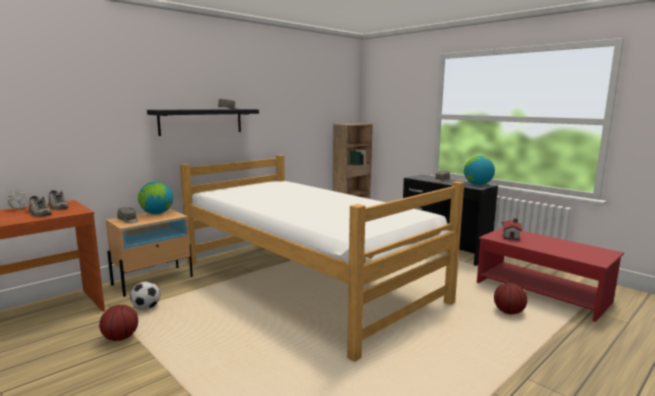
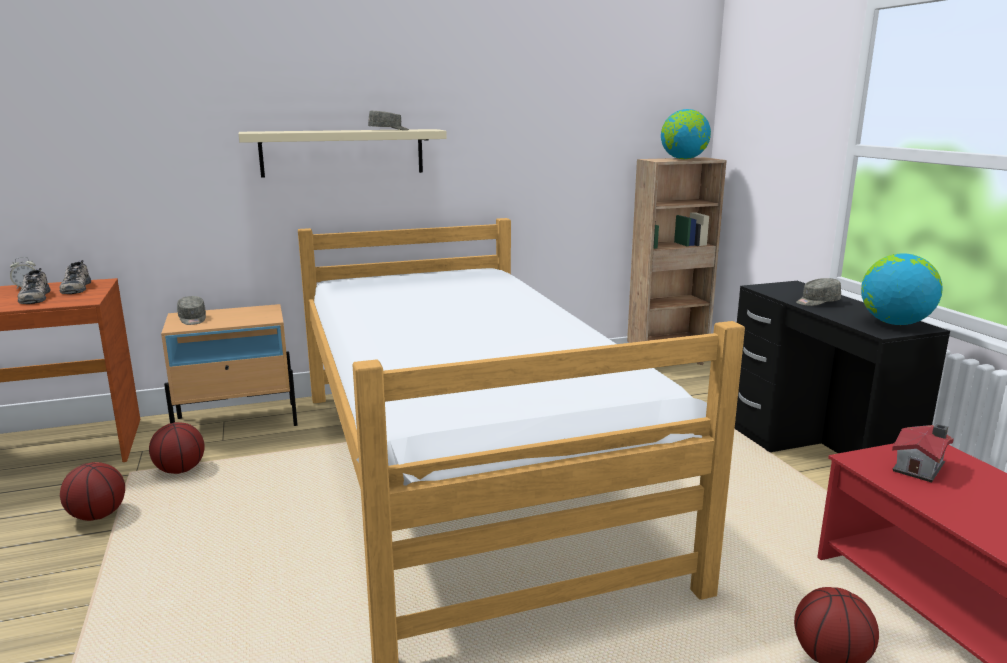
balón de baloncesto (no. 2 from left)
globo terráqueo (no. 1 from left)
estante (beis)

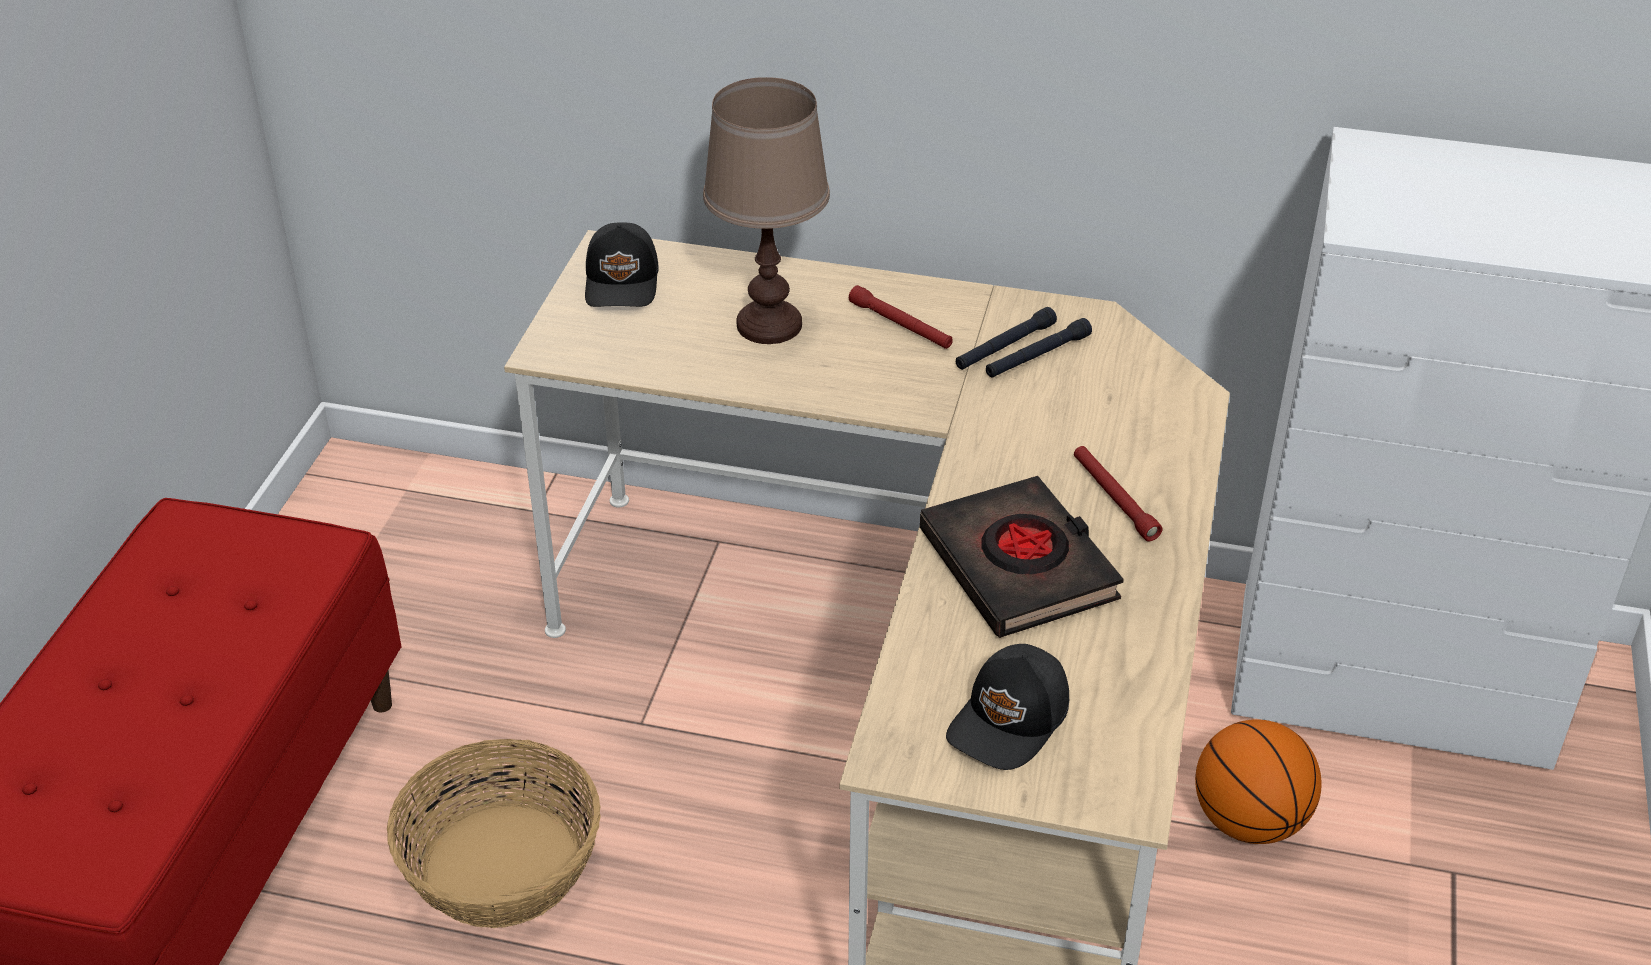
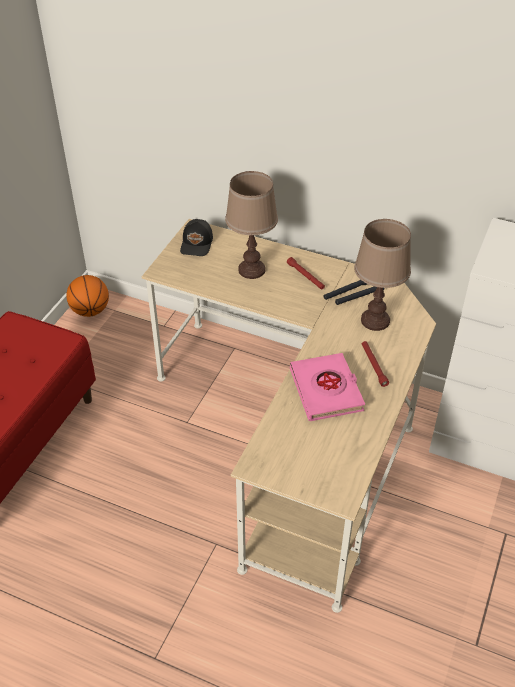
cesta
libro (rosa)
gorra (negro) (no. 2 from left in the first image)
balón de baloncesto
lámpara de mesa (marrón) (no. 2 from left)

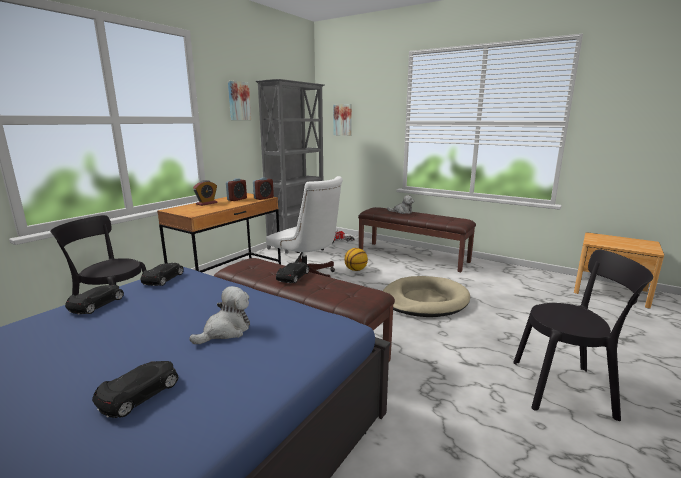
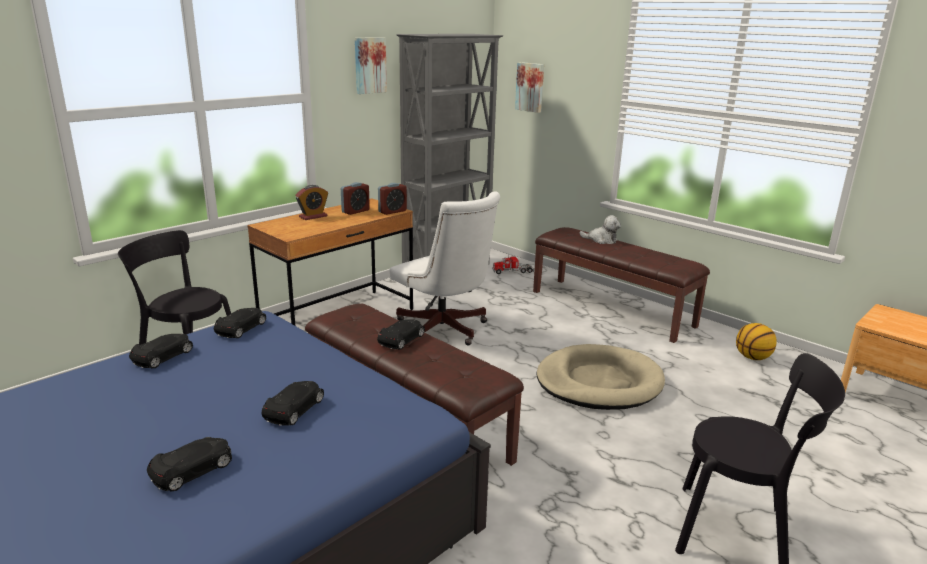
coche de juguete (negro) (no. 4 from left)
balón de baloncesto

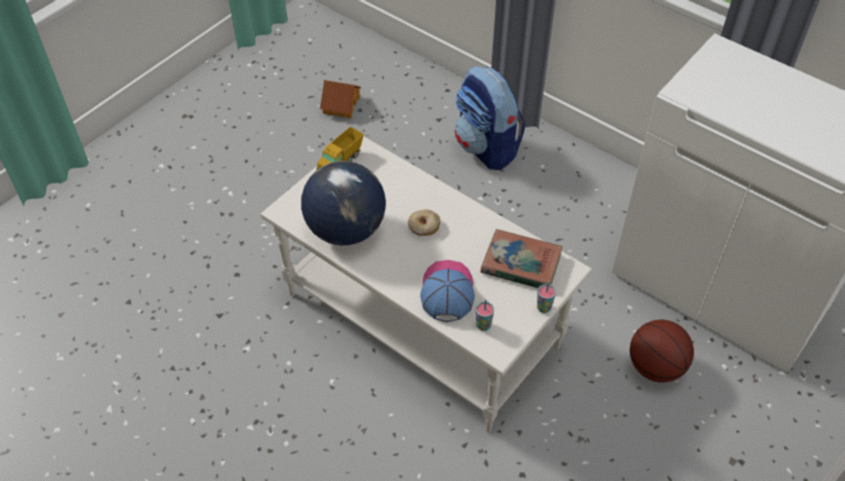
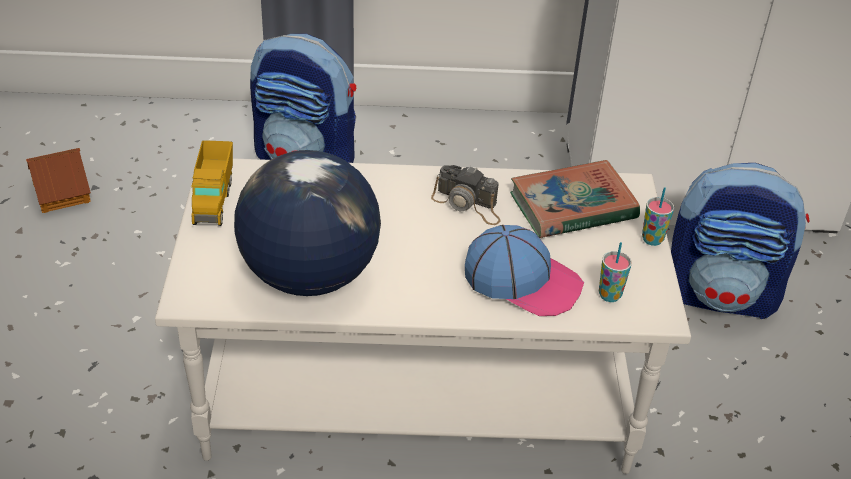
rosquilla
gorra
mochila (no. 2 from left)
cámara

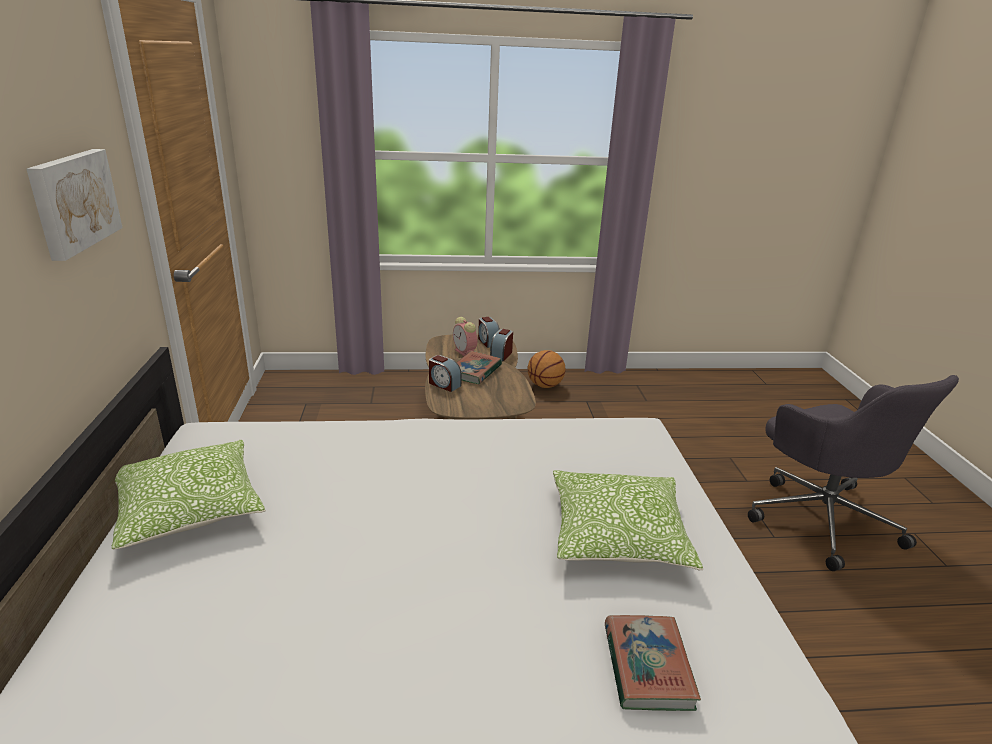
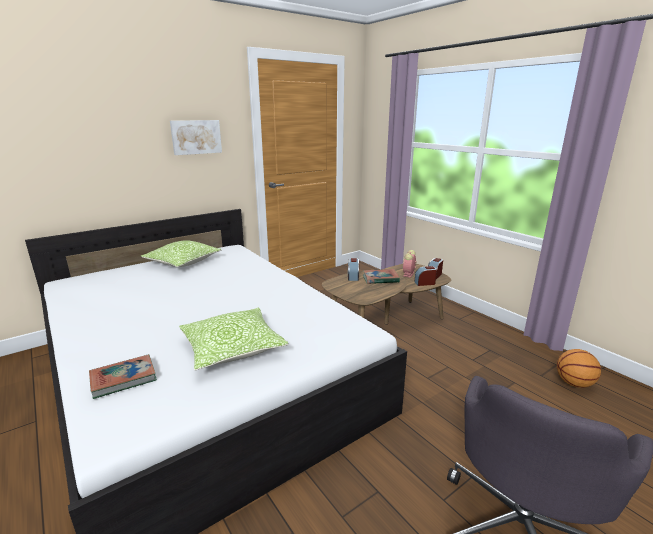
balón de baloncesto

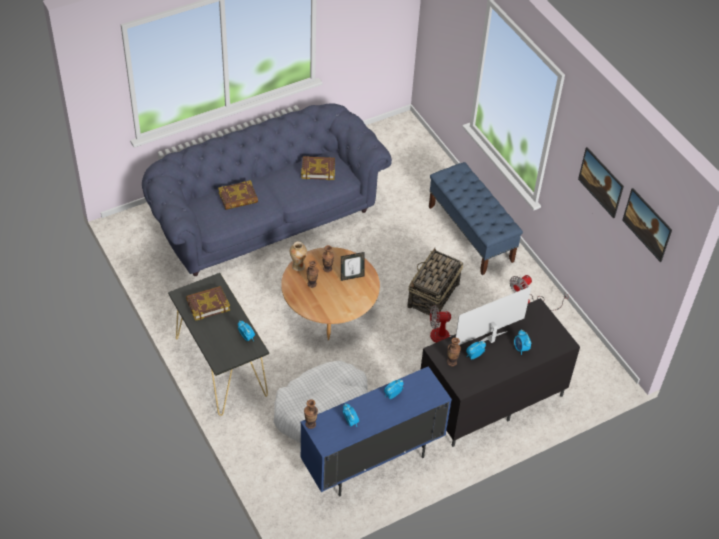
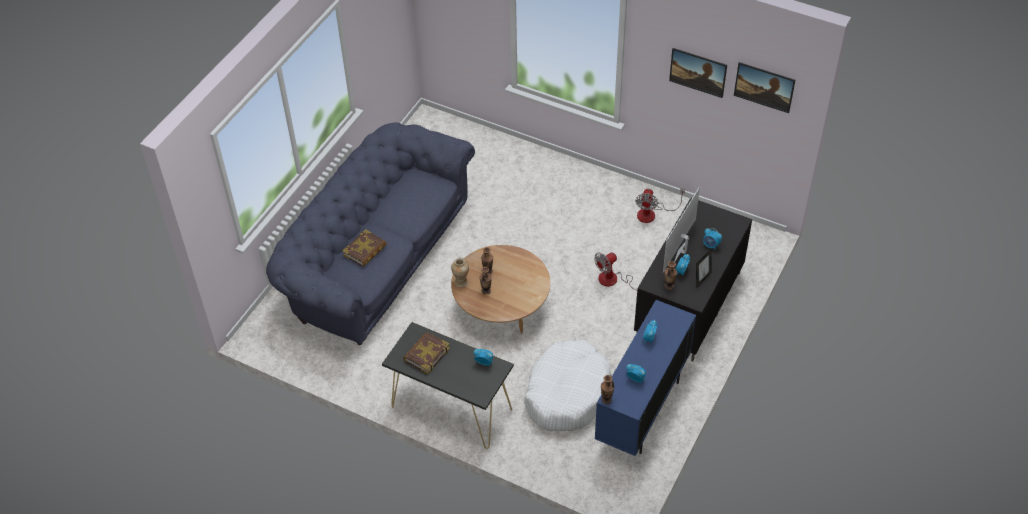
libro (no. 3 from left in the first image)
portarretratos
cesta
banco (azul)

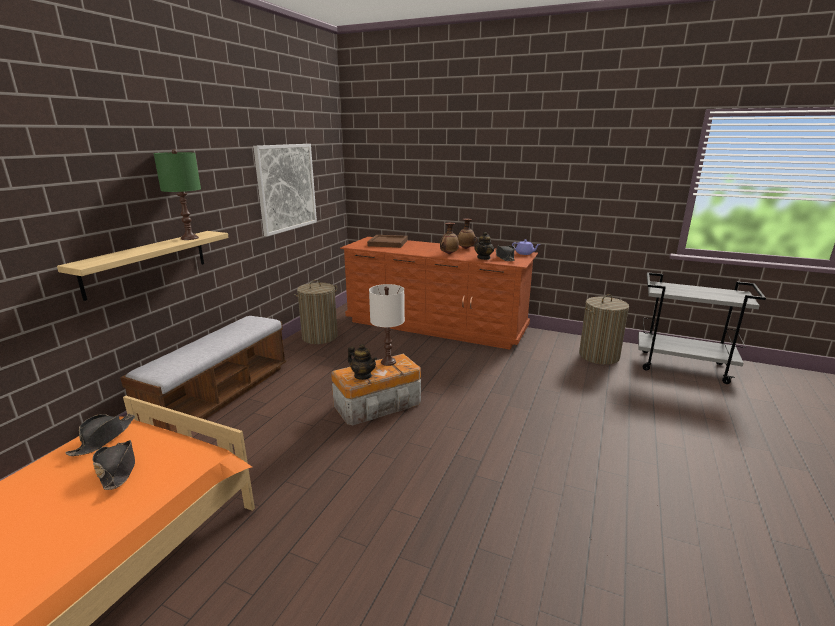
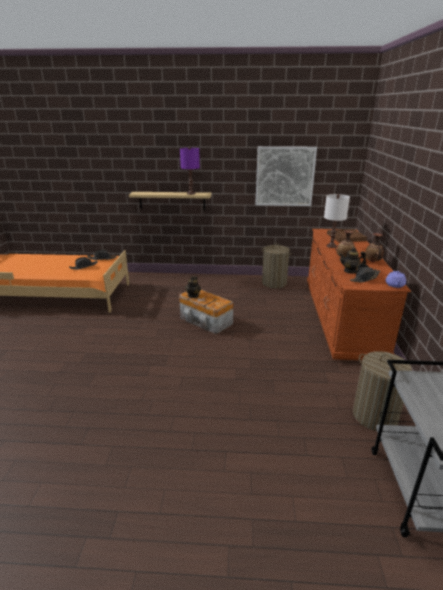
banco
lámpara de mesa (morado)
lámpara de mesa (blanco)

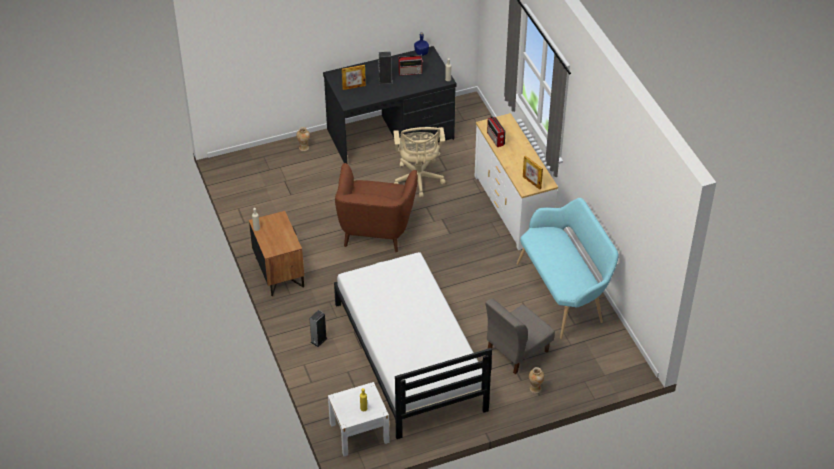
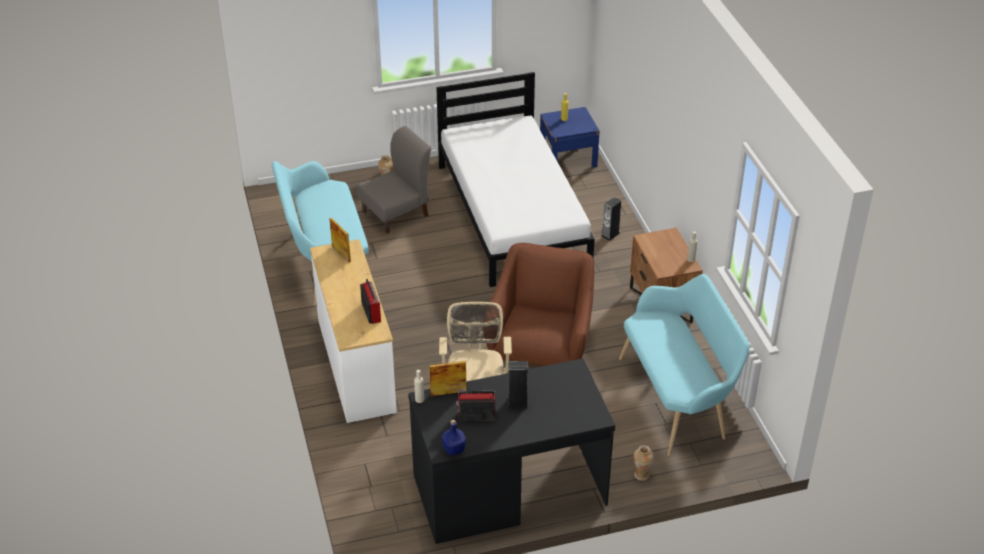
mesita de noche (azul)
portarretratos (no. 2 from left)
banco (turquesa) (no. 2 from left)

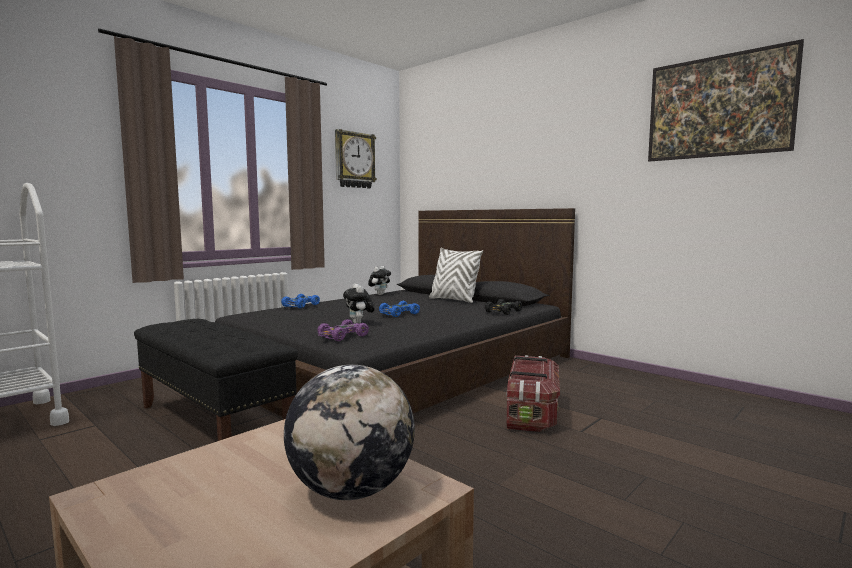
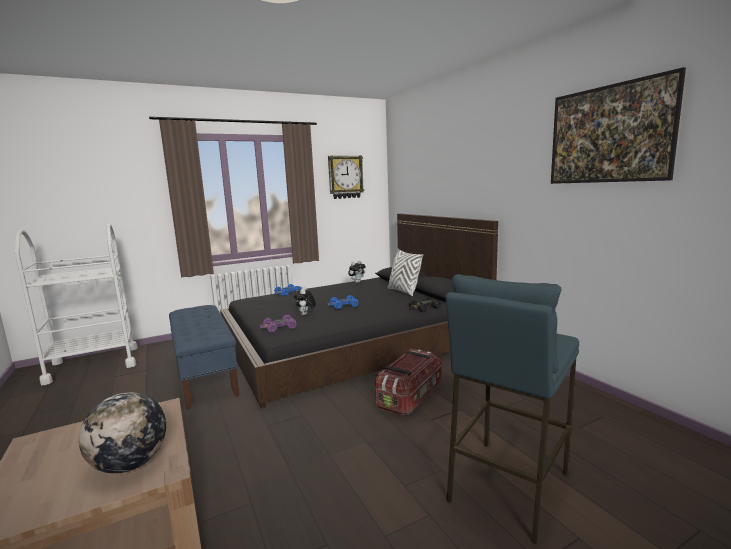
banco (azul)
taburete (azul)

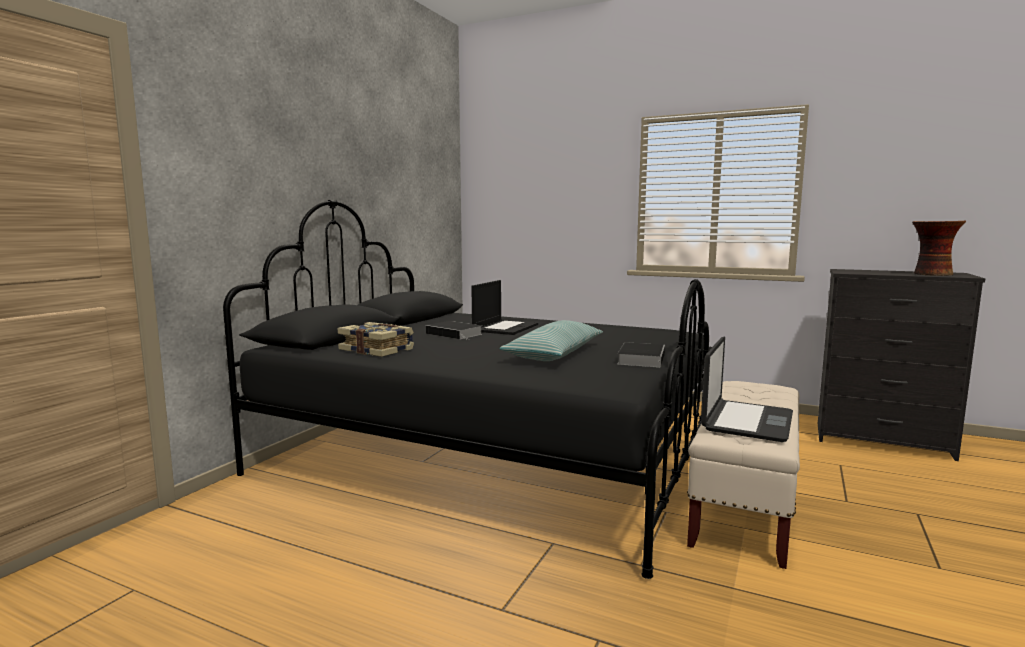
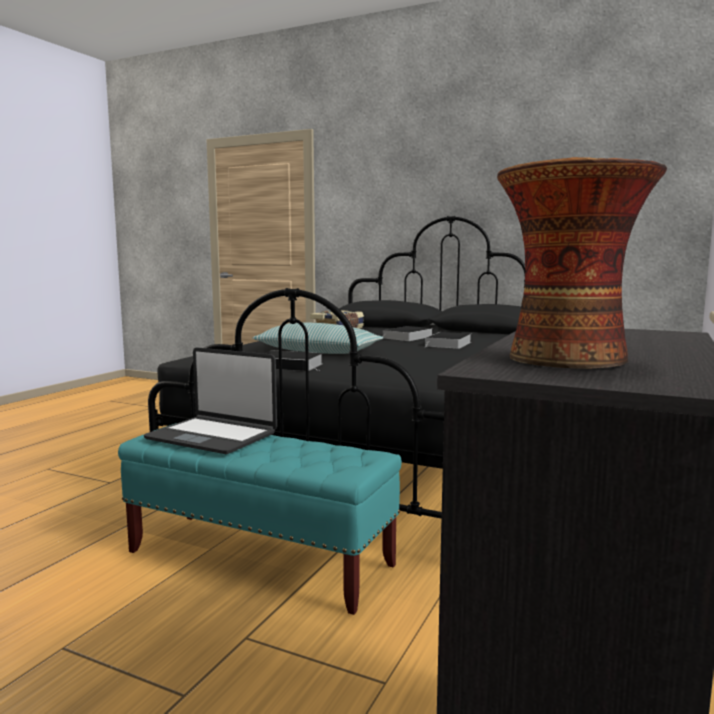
libro (no. 4 from left)
banco (turquesa)

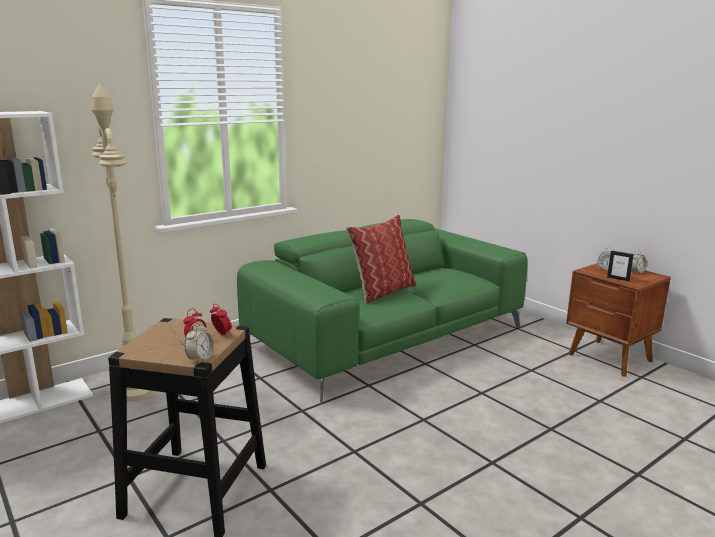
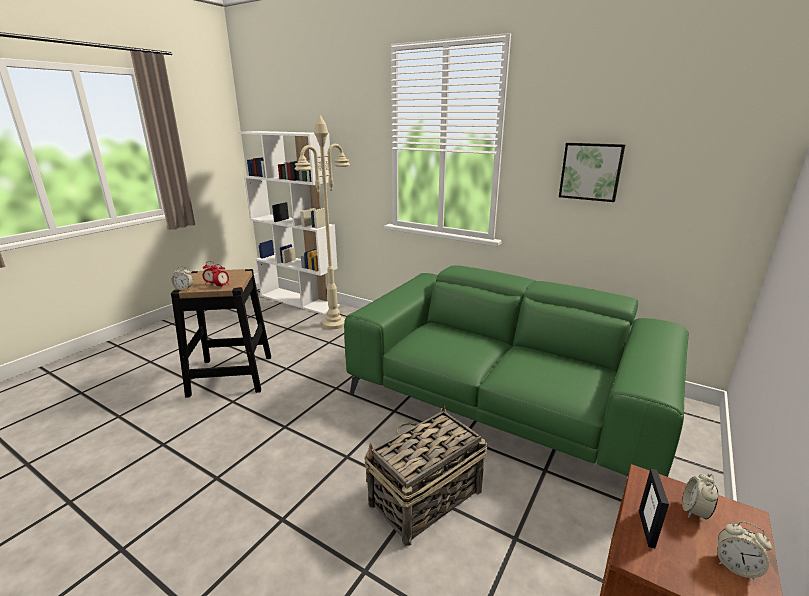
cojín
cesta
cuadro

